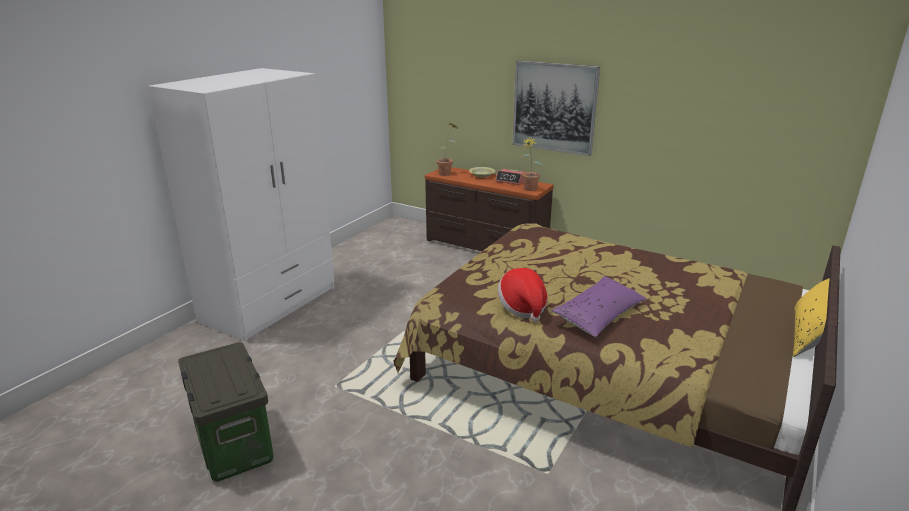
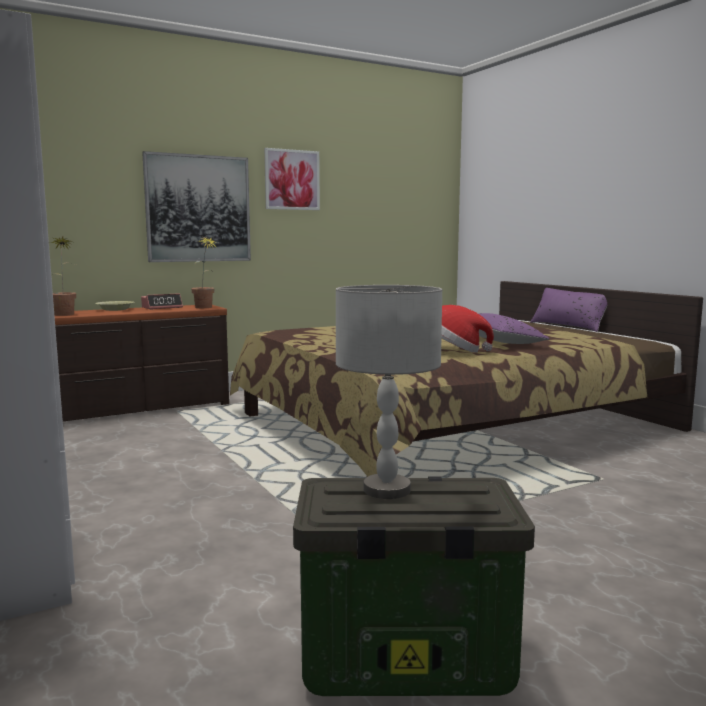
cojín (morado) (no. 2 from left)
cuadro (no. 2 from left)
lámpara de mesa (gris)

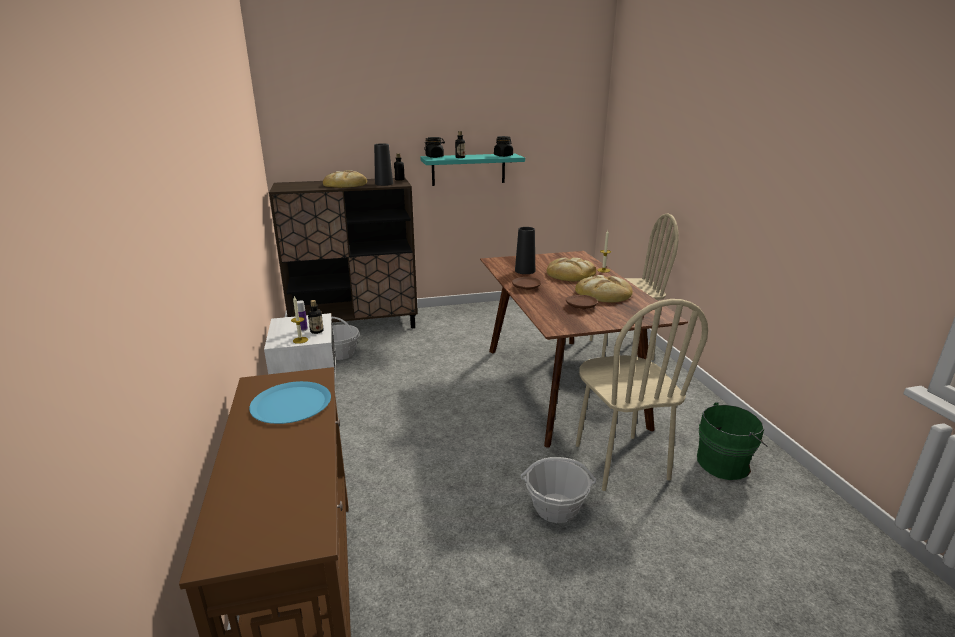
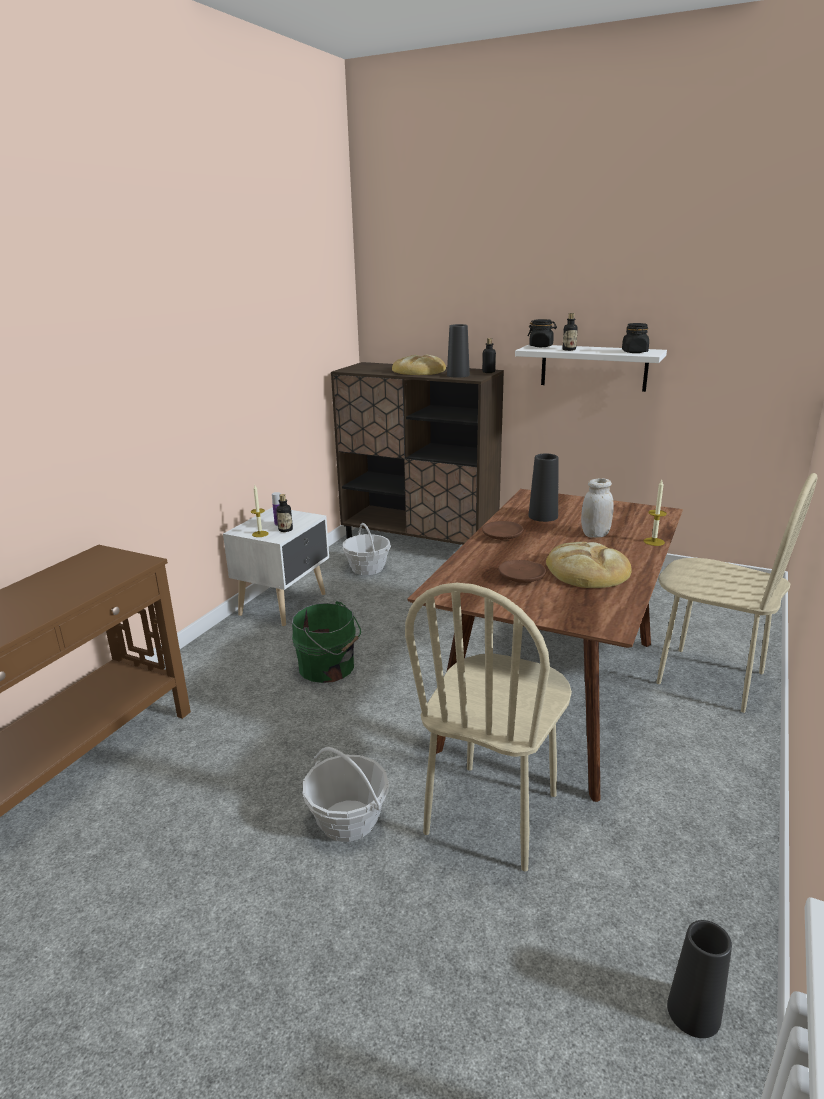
plato (azul)
estante (blanco)
tarro (blanco)
cubo (verde)
florero (negro) (no. 3 from left)

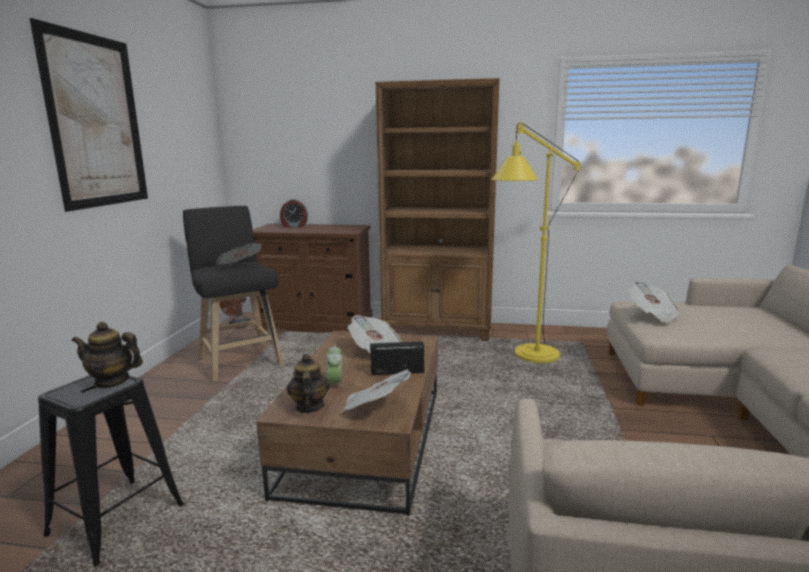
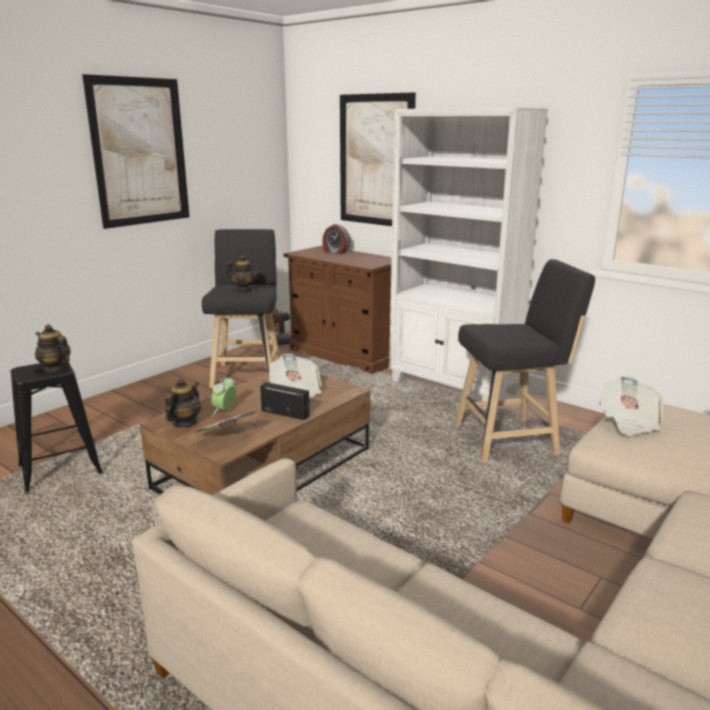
tetera (no. 3 from left)
estantería (blanco)
taburete (negro) (no. 3 from left)
cuadro (no. 2 from left)

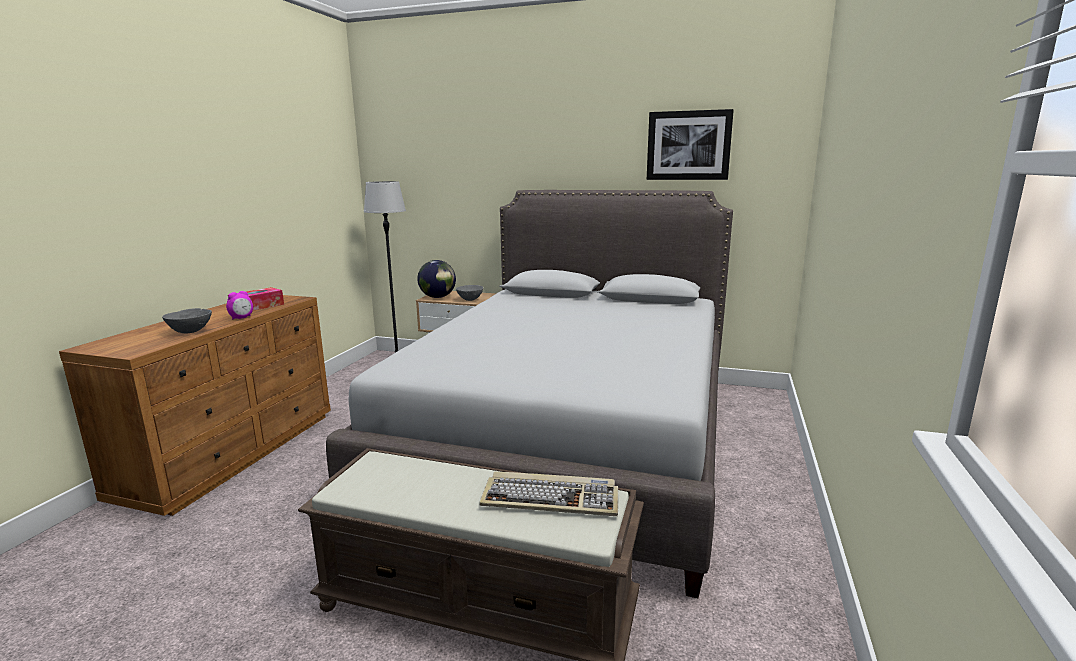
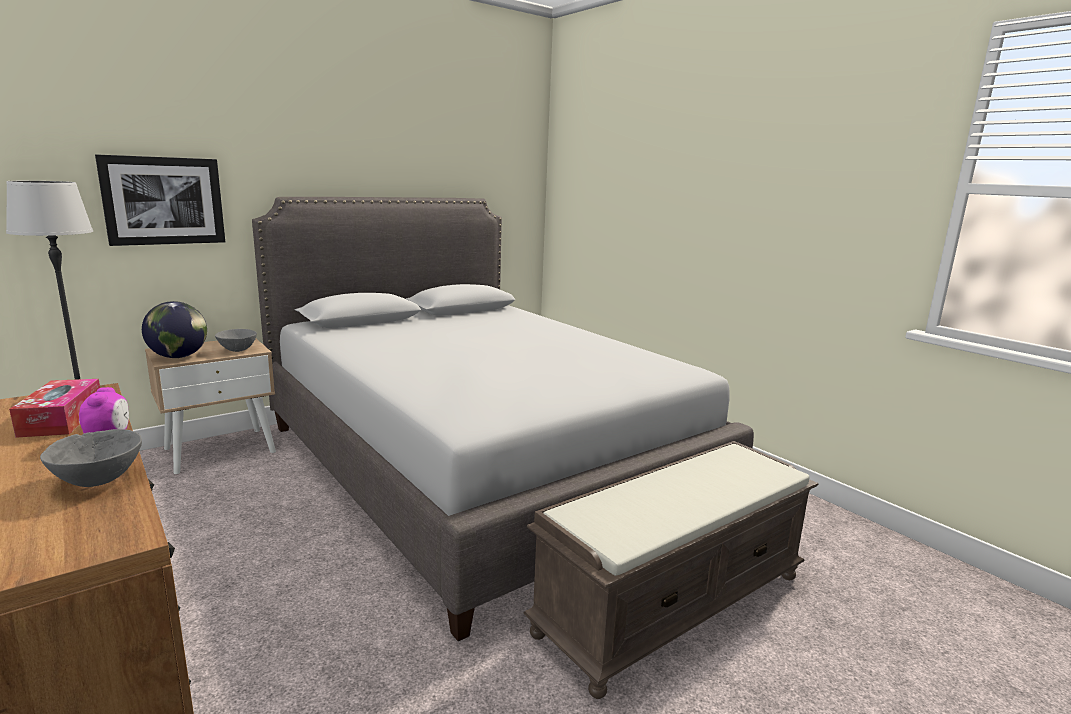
teclado
cuadro

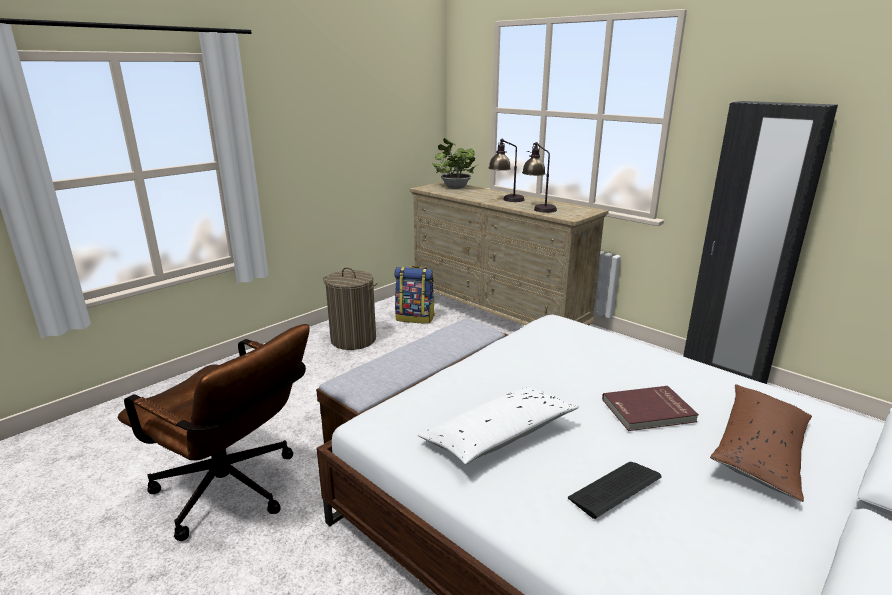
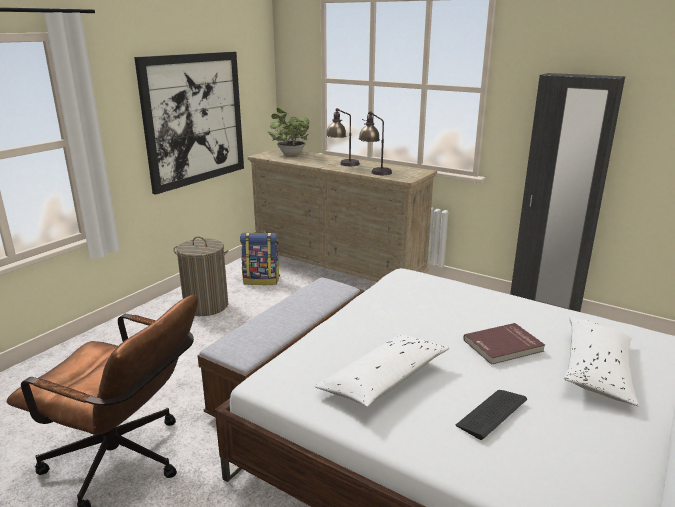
cojín (blanco) (no. 2 from left)
cuadro

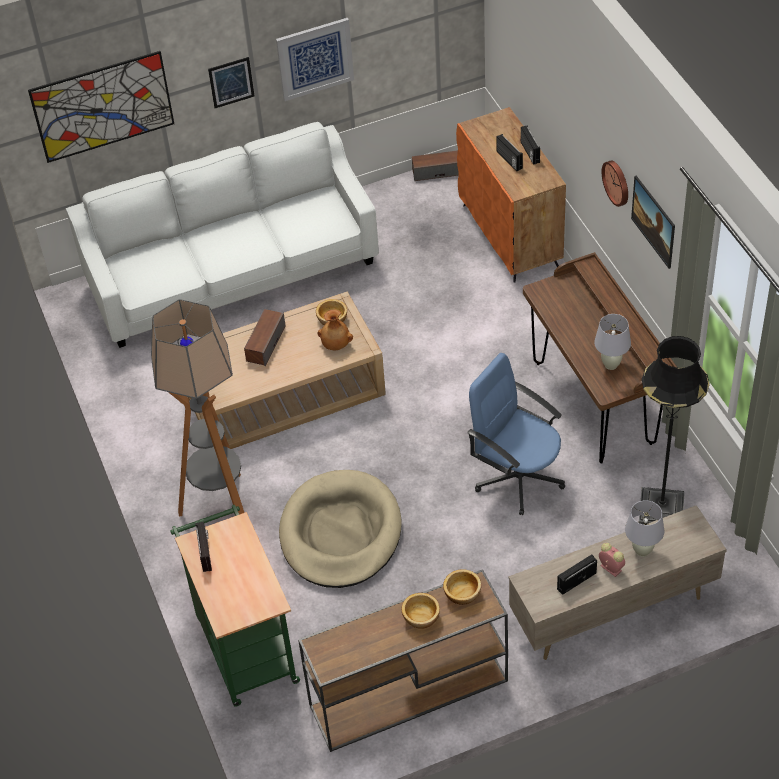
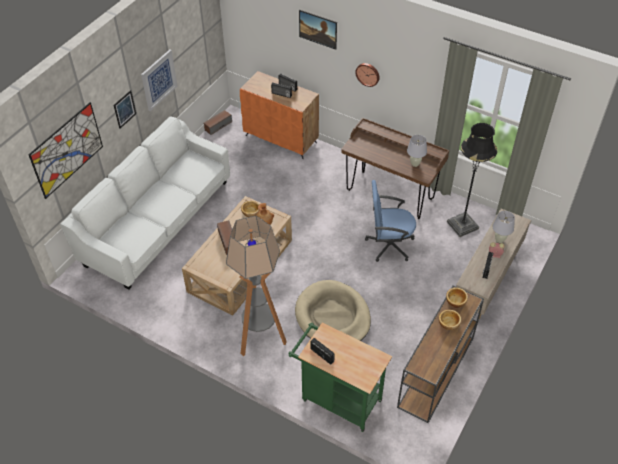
cuadro (no. 4 from left)

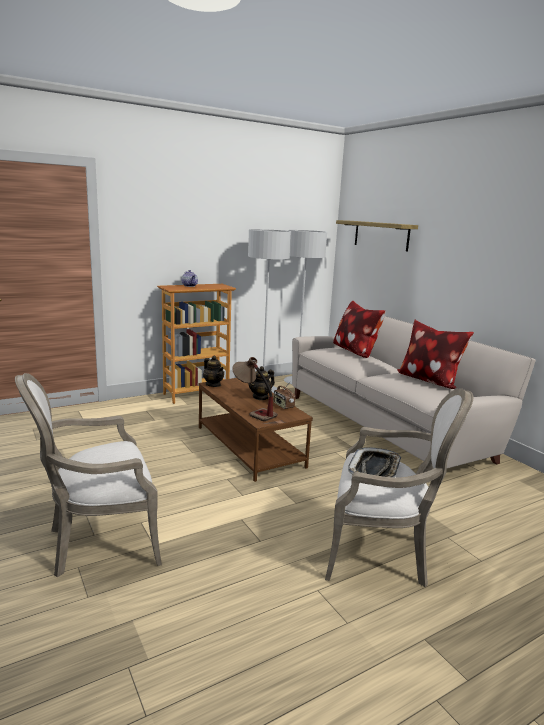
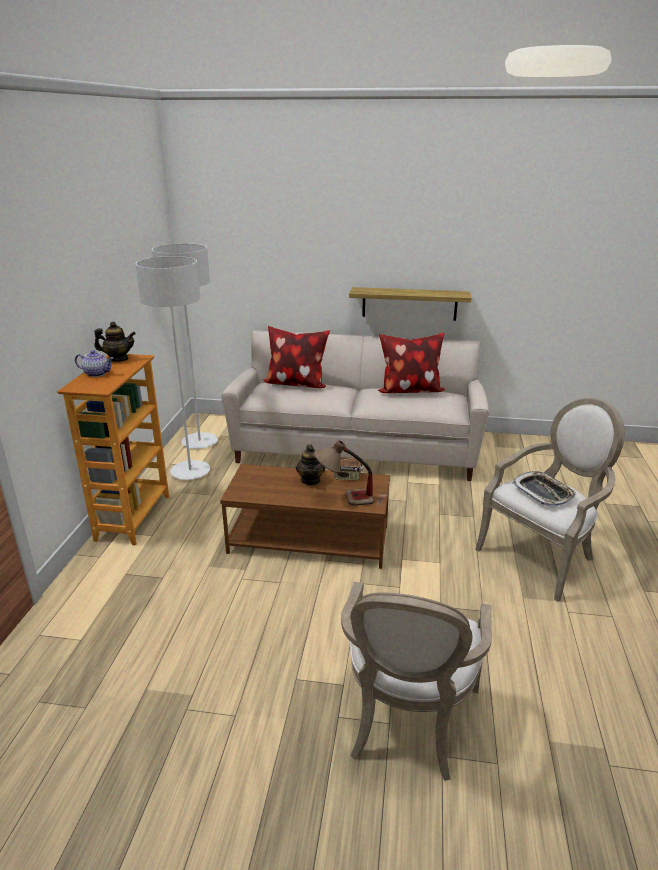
tetera (no. 2 from left)
estante

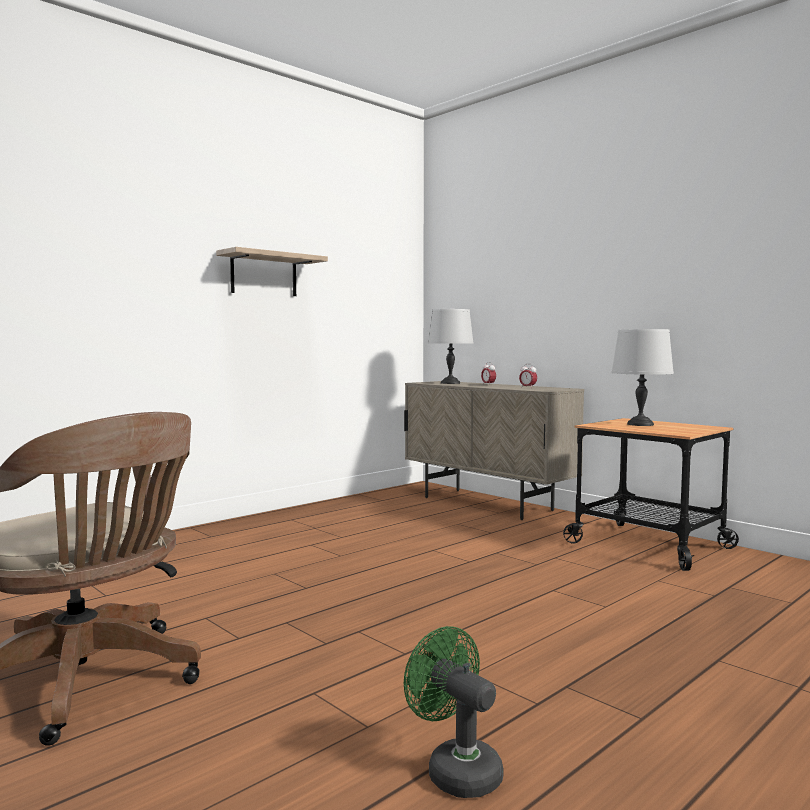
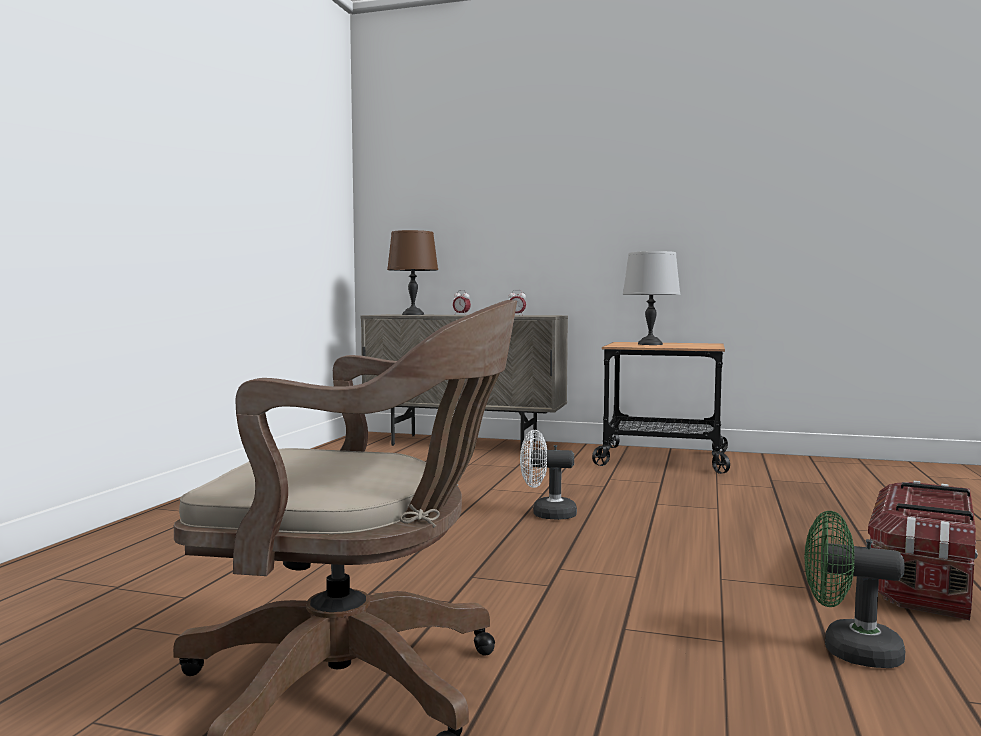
estante
lámpara de mesa (marrón)
ventilador (blanco)
caja de almacenaje

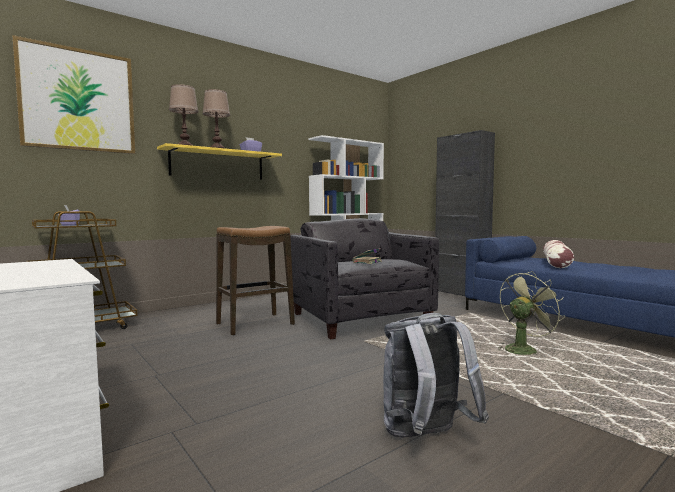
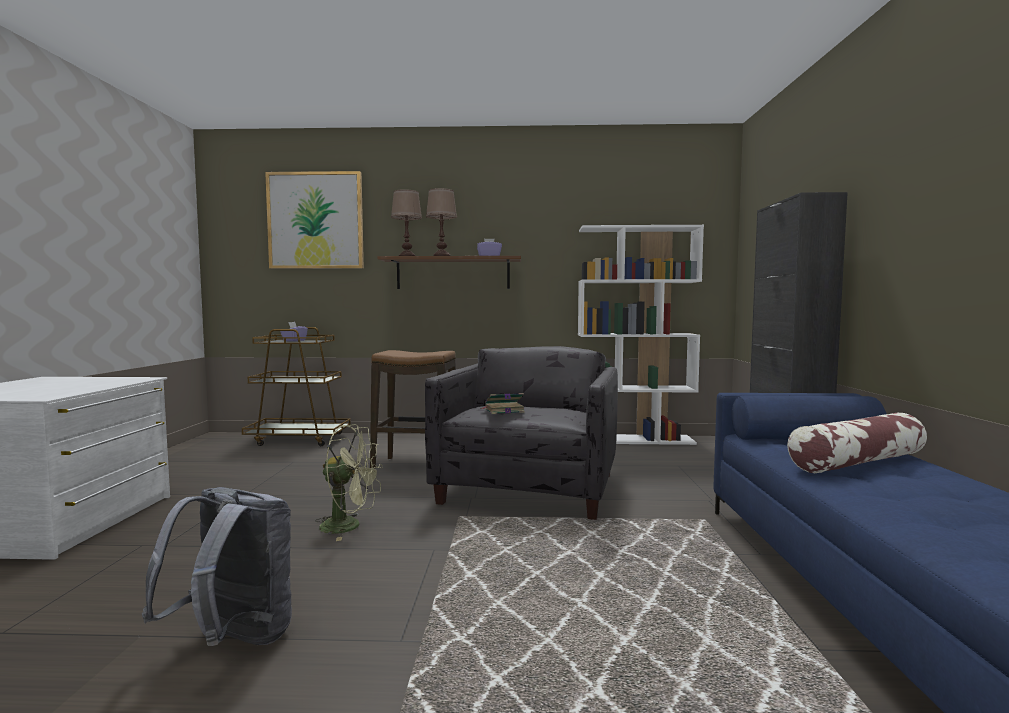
estante (marrón)
ventilador (verde)

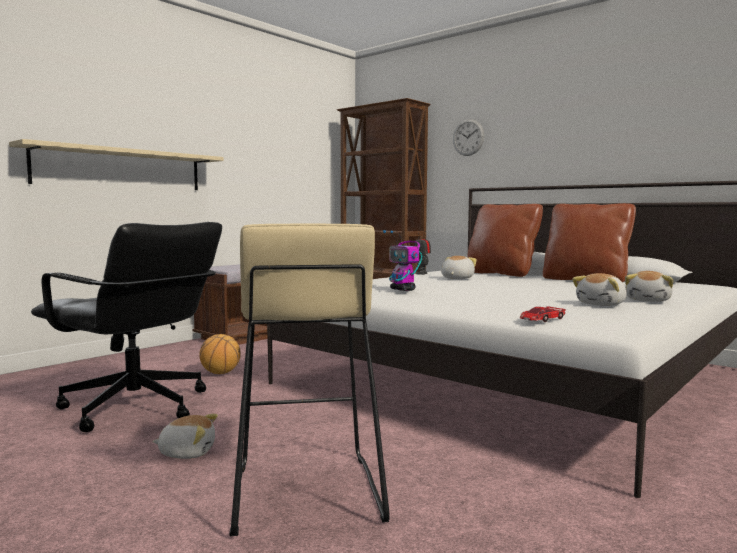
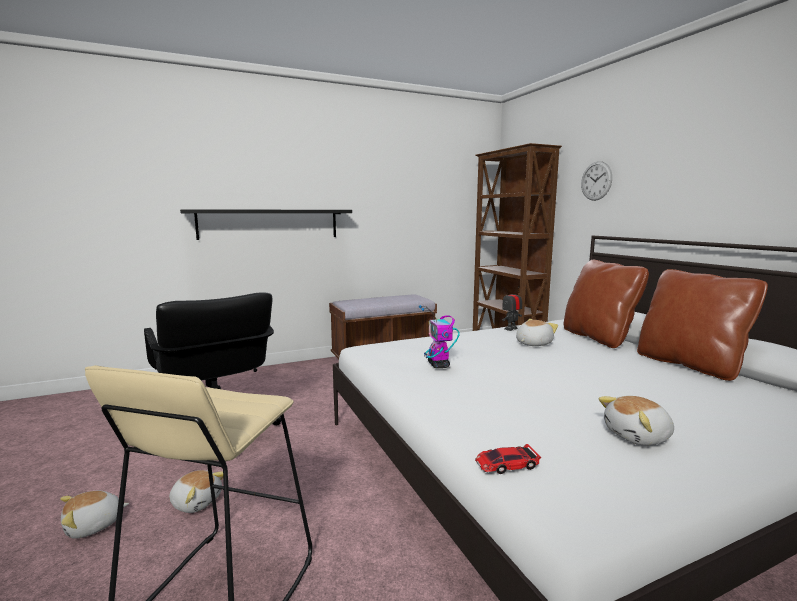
estante (negro)
balón de baloncesto
peluche (no. 1 from left)

